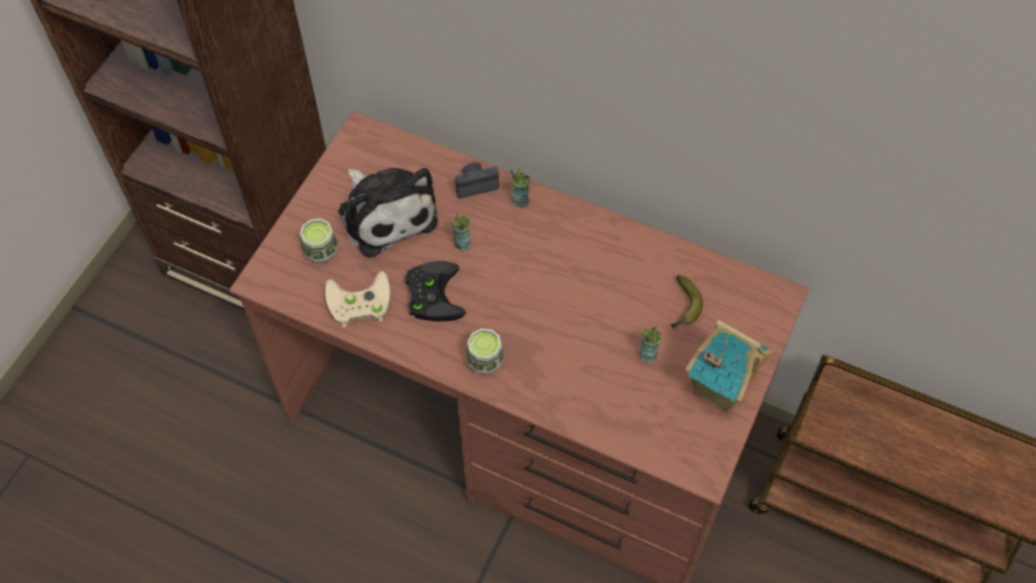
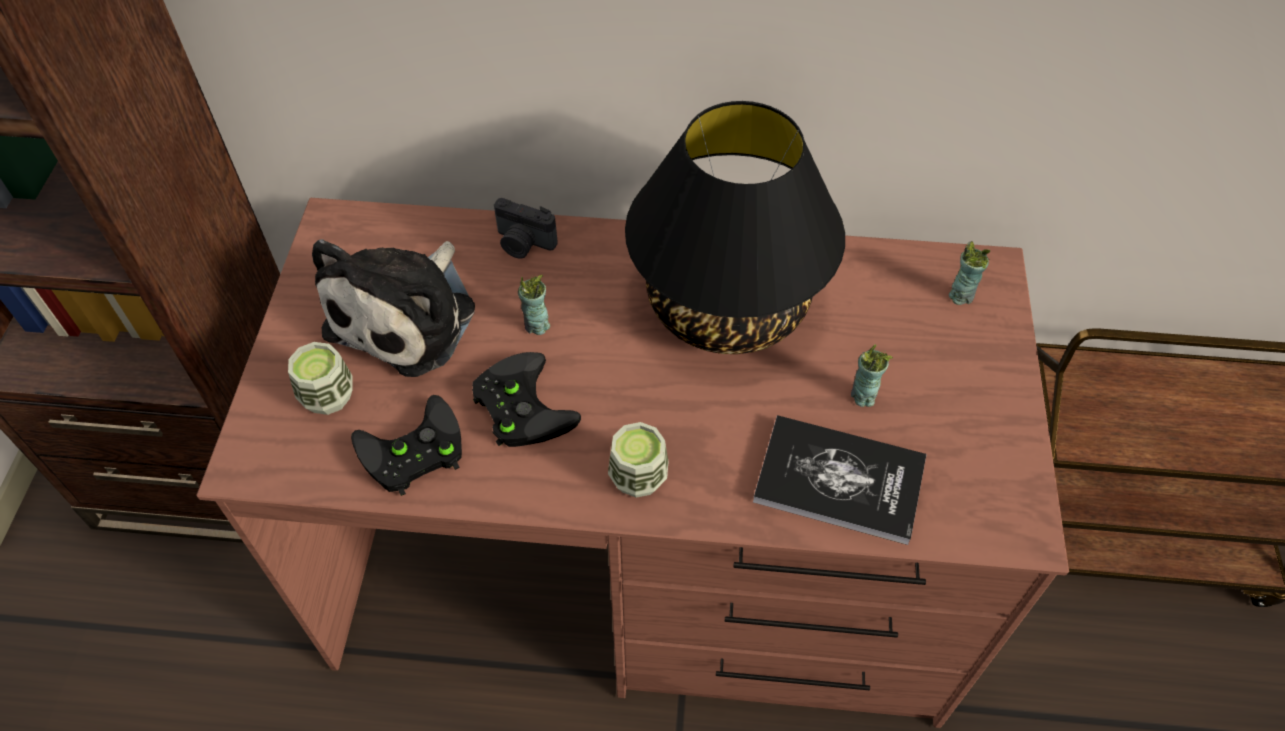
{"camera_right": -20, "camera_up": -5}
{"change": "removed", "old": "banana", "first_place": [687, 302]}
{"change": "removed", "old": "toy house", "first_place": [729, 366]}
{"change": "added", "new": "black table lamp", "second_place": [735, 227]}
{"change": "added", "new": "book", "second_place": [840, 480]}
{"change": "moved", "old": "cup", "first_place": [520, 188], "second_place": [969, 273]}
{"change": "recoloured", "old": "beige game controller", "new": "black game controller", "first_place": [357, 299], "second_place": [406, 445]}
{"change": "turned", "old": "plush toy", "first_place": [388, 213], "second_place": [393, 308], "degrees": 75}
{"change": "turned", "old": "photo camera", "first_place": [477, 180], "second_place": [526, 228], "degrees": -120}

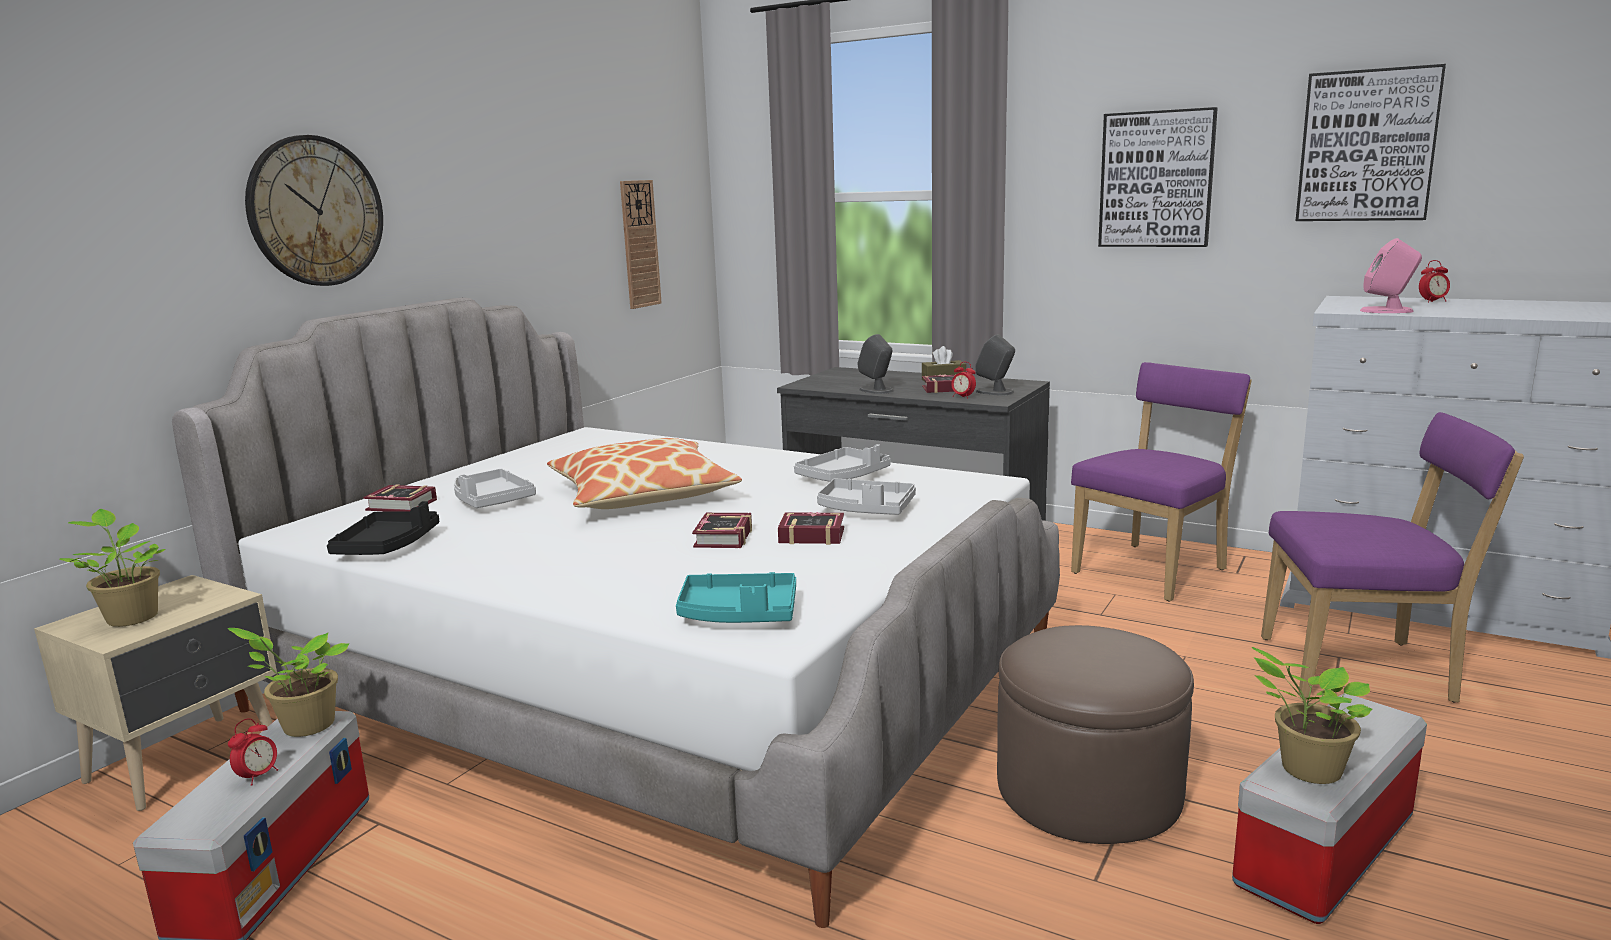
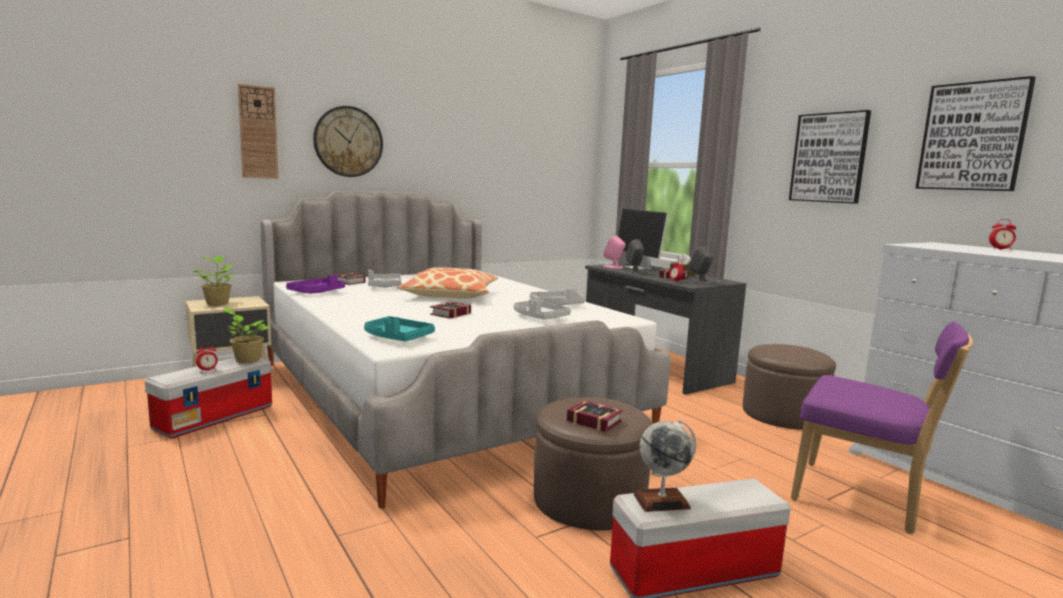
{"camera_right": 25, "camera_up": -5}
{"change": "added", "new": "monitor", "second_place": [643, 239]}
{"change": "moved", "old": "wall clock", "first_place": [641, 244], "second_place": [258, 131]}
{"change": "moved", "old": "book", "first_place": [811, 528], "second_place": [595, 416]}
{"change": "moved", "old": "pink speaker", "first_place": [1391, 275], "second_place": [614, 252]}
{"change": "replaced", "old": "purple chair", "new": "brown ottoman", "first_place": [1161, 482], "second_place": [789, 387]}
{"change": "replaced", "old": "potted plant", "new": "globe", "first_place": [1311, 715], "second_place": [665, 465]}
{"change": "recoloured", "old": "black tray", "new": "purple tray", "first_place": [383, 528], "second_place": [315, 283]}

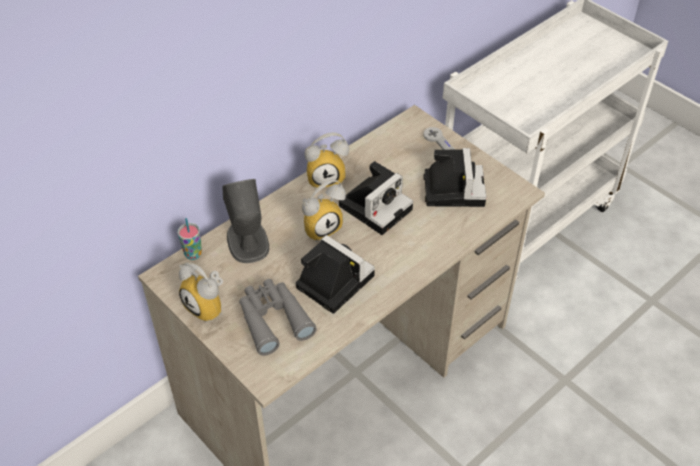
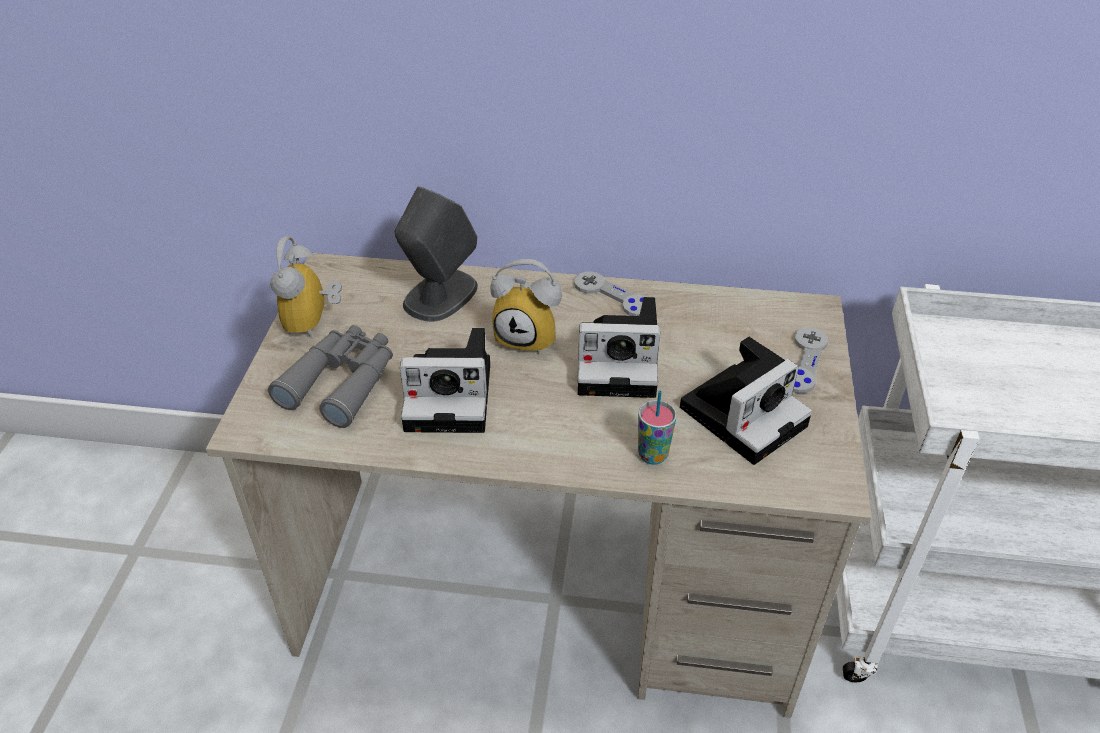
{"camera_right": 50, "camera_up": -5}
{"change": "moved", "old": "cup", "first_place": [190, 239], "second_place": [657, 427]}
{"change": "replaced", "old": "alarm clock", "new": "grey game controller", "first_place": [327, 160], "second_place": [611, 294]}
{"change": "turned", "old": "photo camera", "first_place": [335, 274], "second_place": [445, 380], "degrees": 90}

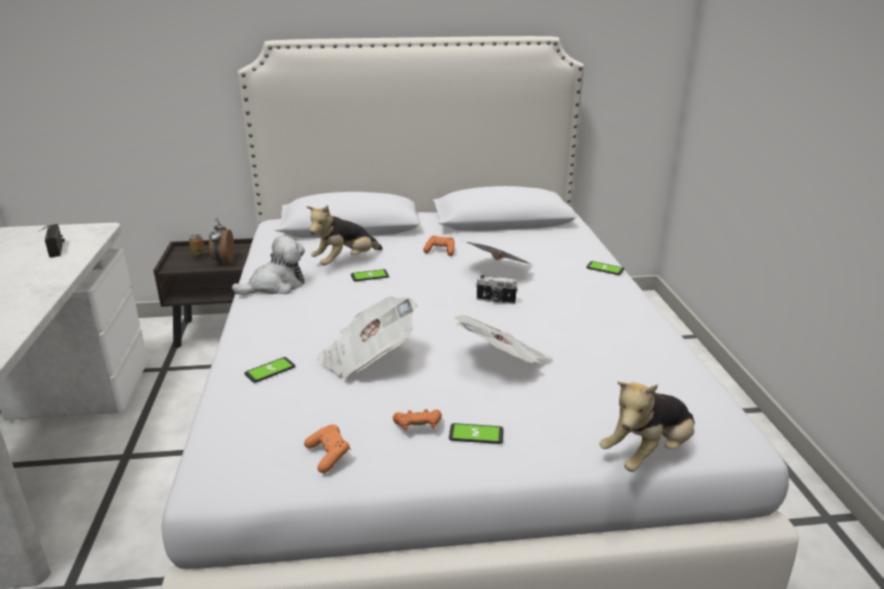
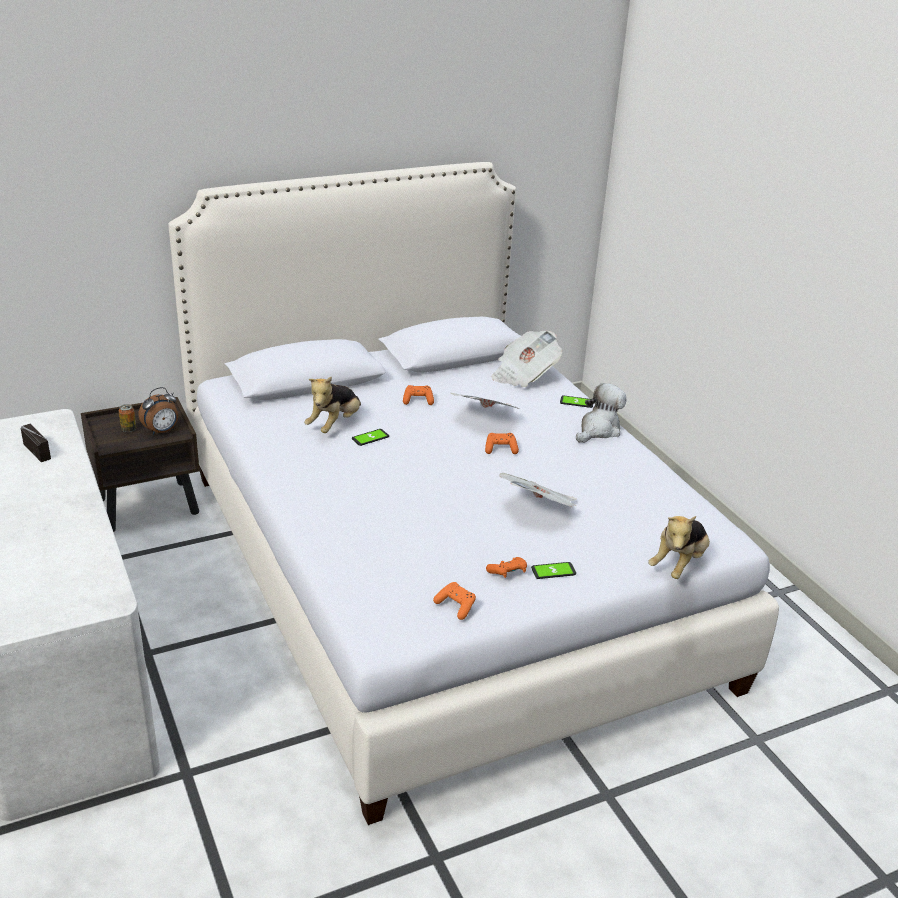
{"camera_right": -20, "camera_up": 5}
{"change": "removed", "old": "phone", "first_place": [269, 370]}
{"change": "moved", "old": "plush toy", "first_place": [268, 265], "second_place": [601, 413]}
{"change": "moved", "old": "newspaper", "first_place": [367, 337], "second_place": [526, 359]}
{"change": "replaced", "old": "photo camera", "new": "orange game controller", "first_place": [497, 289], "second_place": [502, 443]}
{"change": "turned", "old": "alarm clock", "first_place": [221, 242], "second_place": [158, 411], "degrees": -105}

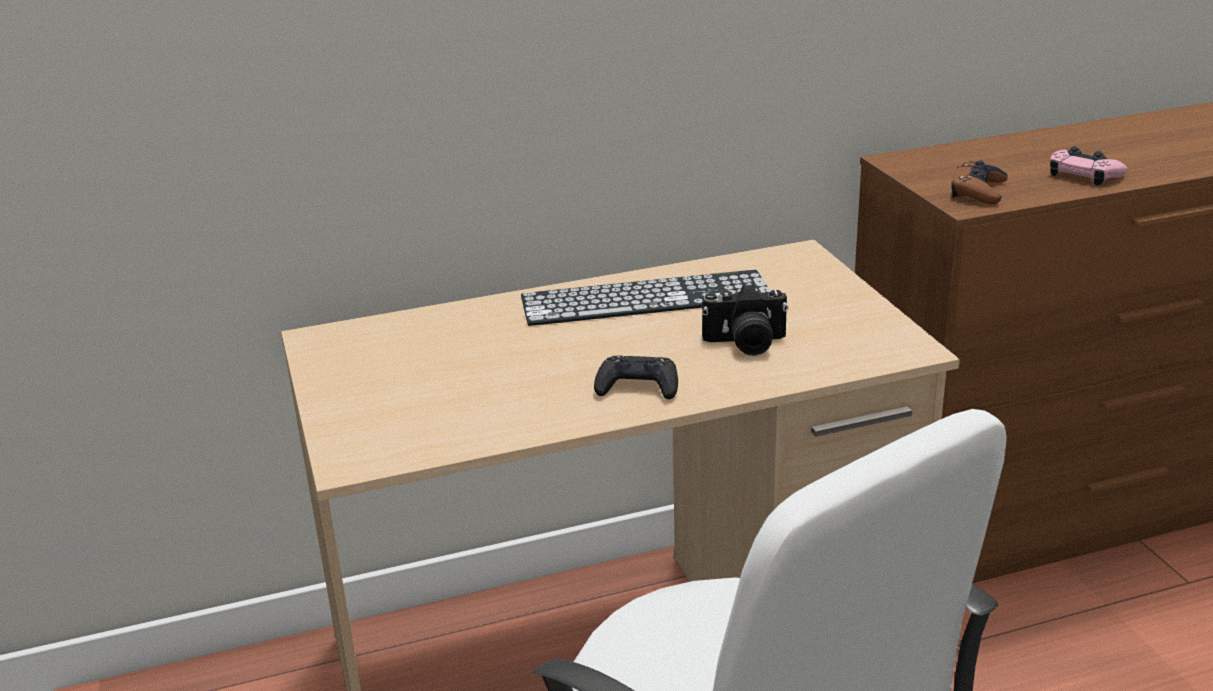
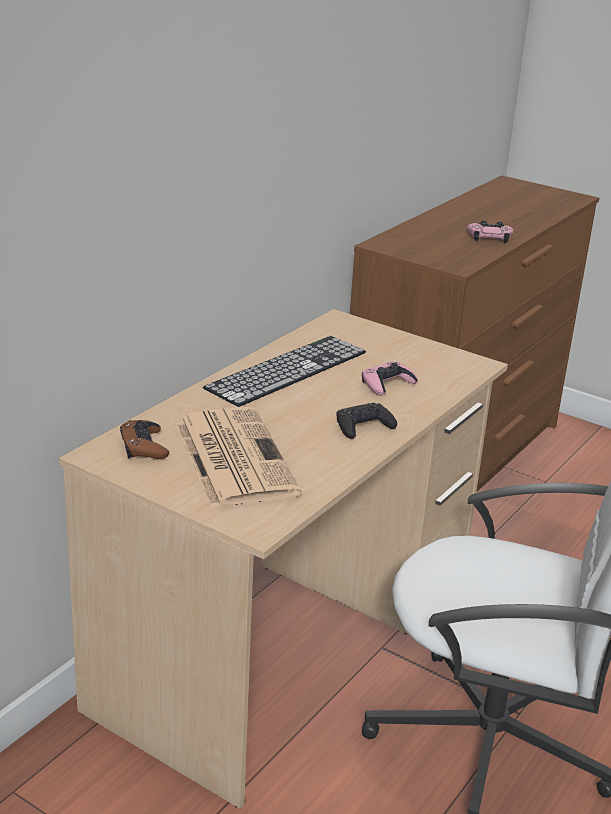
{"camera_right": -40, "camera_up": 0}
{"change": "added", "new": "newspaper", "second_place": [238, 458]}
{"change": "moved", "old": "brown game controller", "first_place": [979, 182], "second_place": [144, 439]}
{"change": "replaced", "old": "photo camera", "new": "pink game controller", "first_place": [745, 319], "second_place": [390, 378]}

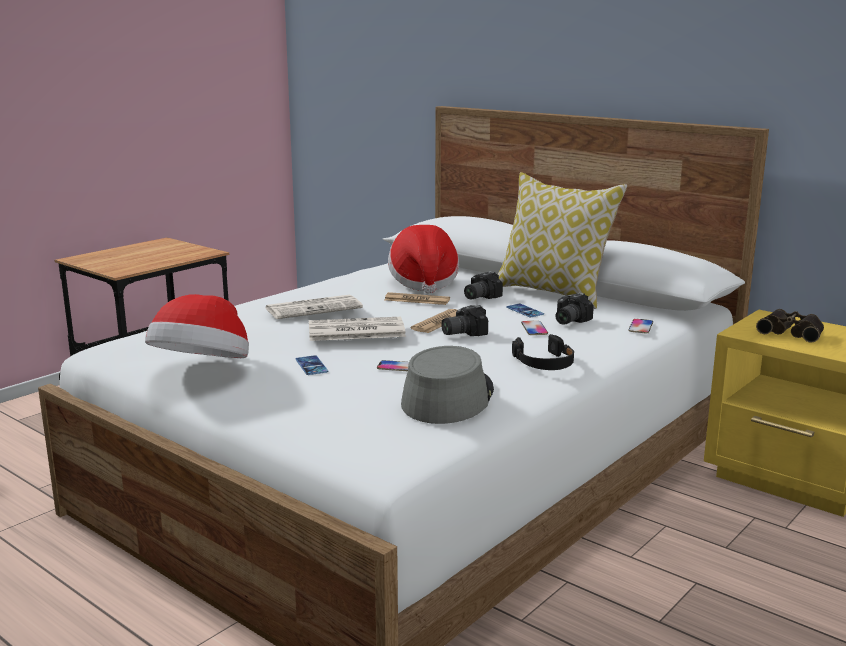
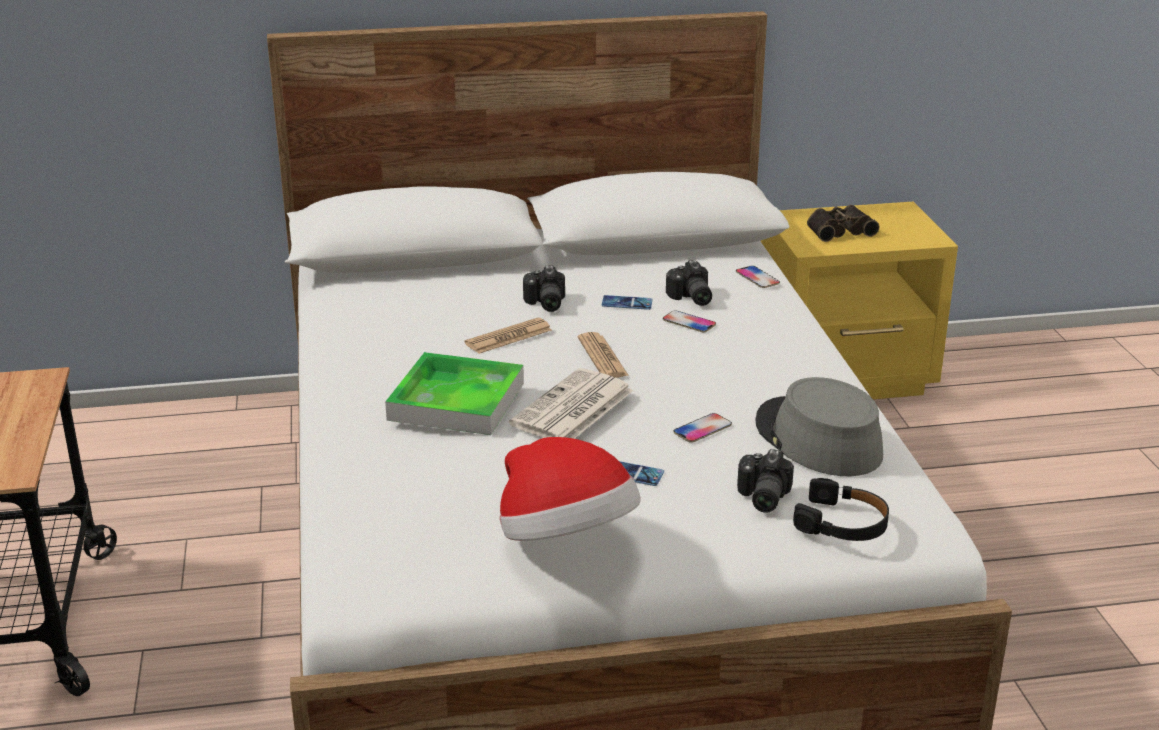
{"camera_right": -50, "camera_up": 10}
{"change": "removed", "old": "hat", "first_place": [423, 259]}
{"change": "removed", "old": "pillow", "first_place": [562, 240]}
{"change": "moved", "old": "photo camera", "first_place": [464, 320], "second_place": [765, 481]}
{"change": "moved", "old": "black headphones", "first_place": [543, 352], "second_place": [841, 509]}
{"change": "replaced", "old": "newspaper", "new": "tray", "first_place": [314, 307], "second_place": [454, 393]}

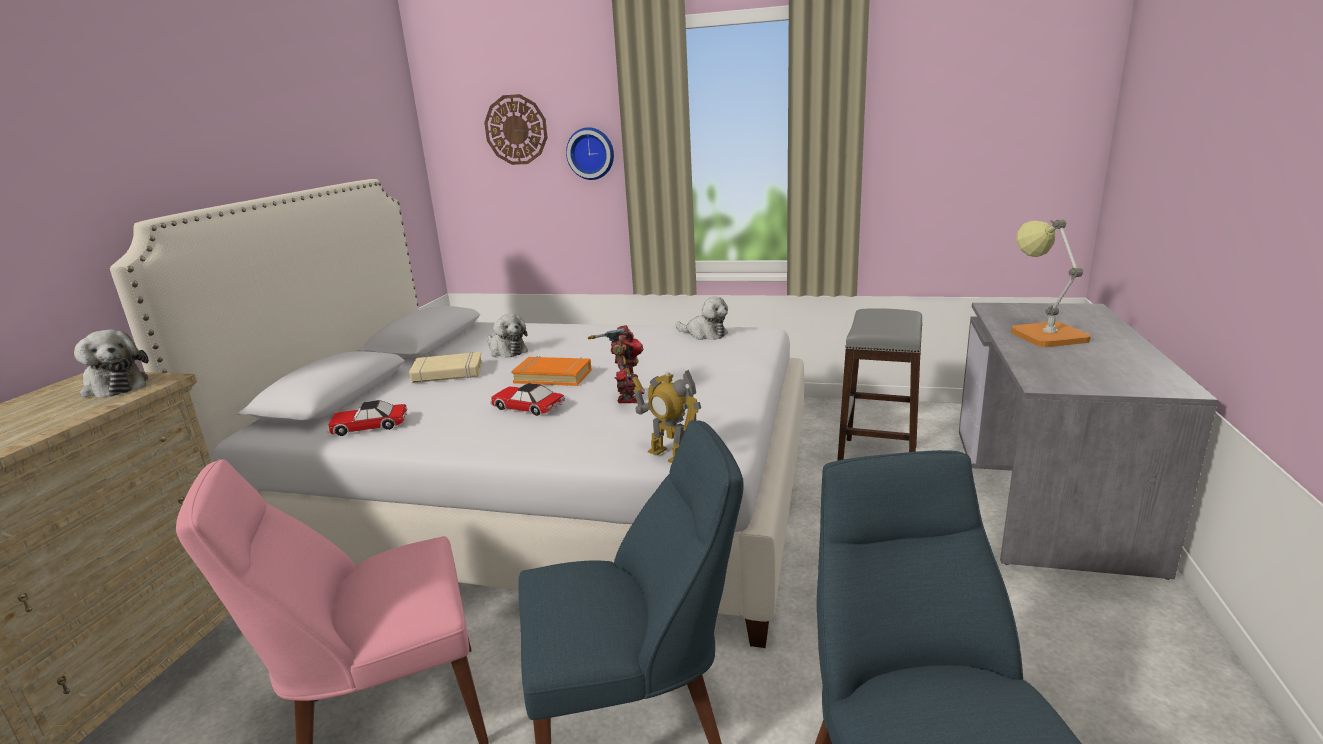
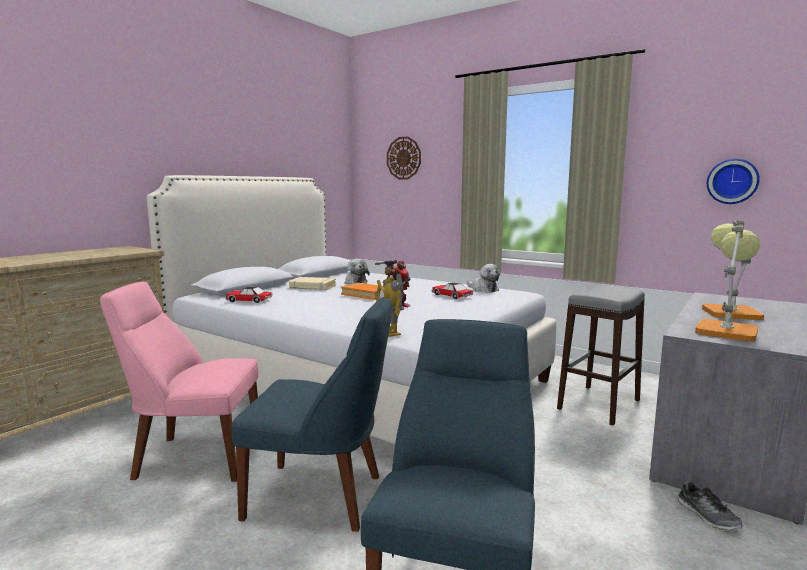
{"camera_right": 20, "camera_up": -10}
{"change": "removed", "old": "plush toy", "first_place": [111, 363]}
{"change": "added", "new": "shoe", "second_place": [709, 506]}
{"change": "added", "new": "table lamp", "second_place": [727, 283]}
{"change": "moved", "old": "toy car", "first_place": [527, 399], "second_place": [452, 291]}
{"change": "moved", "old": "wall clock", "first_place": [590, 153], "second_place": [733, 181]}

